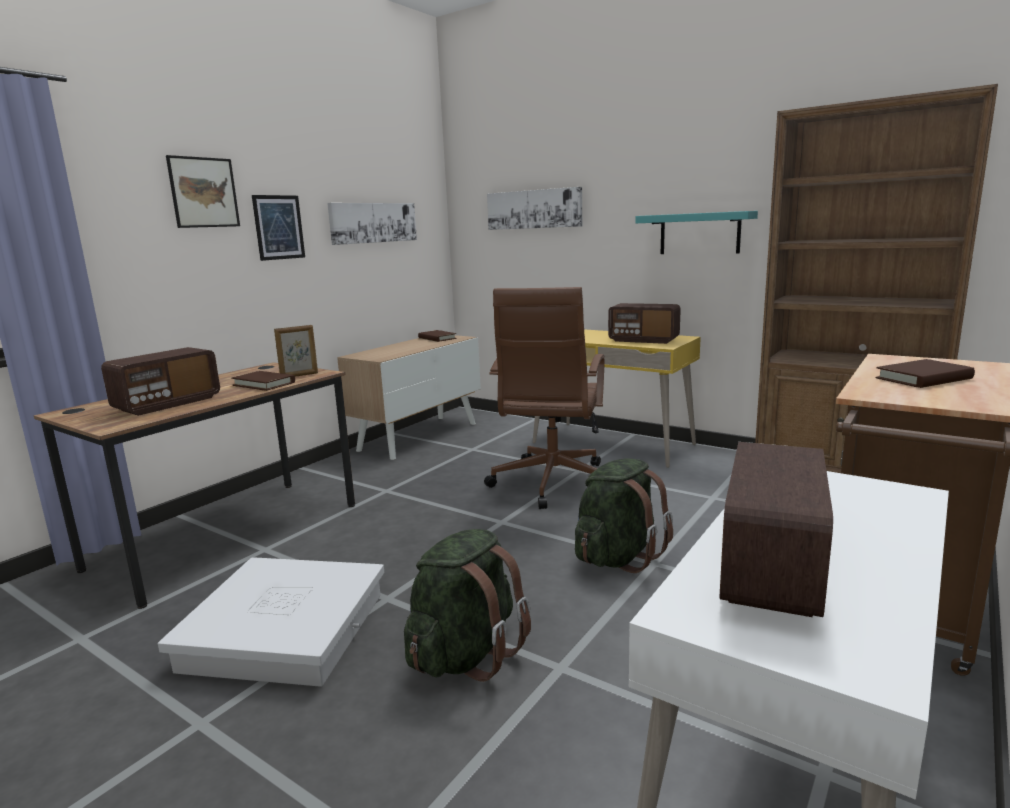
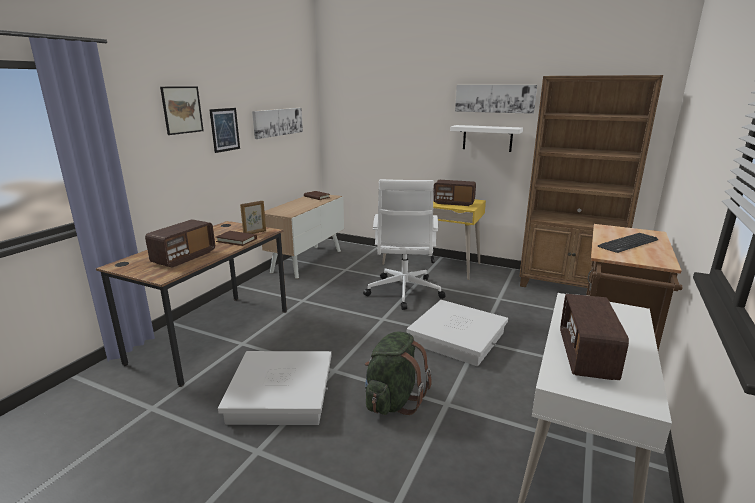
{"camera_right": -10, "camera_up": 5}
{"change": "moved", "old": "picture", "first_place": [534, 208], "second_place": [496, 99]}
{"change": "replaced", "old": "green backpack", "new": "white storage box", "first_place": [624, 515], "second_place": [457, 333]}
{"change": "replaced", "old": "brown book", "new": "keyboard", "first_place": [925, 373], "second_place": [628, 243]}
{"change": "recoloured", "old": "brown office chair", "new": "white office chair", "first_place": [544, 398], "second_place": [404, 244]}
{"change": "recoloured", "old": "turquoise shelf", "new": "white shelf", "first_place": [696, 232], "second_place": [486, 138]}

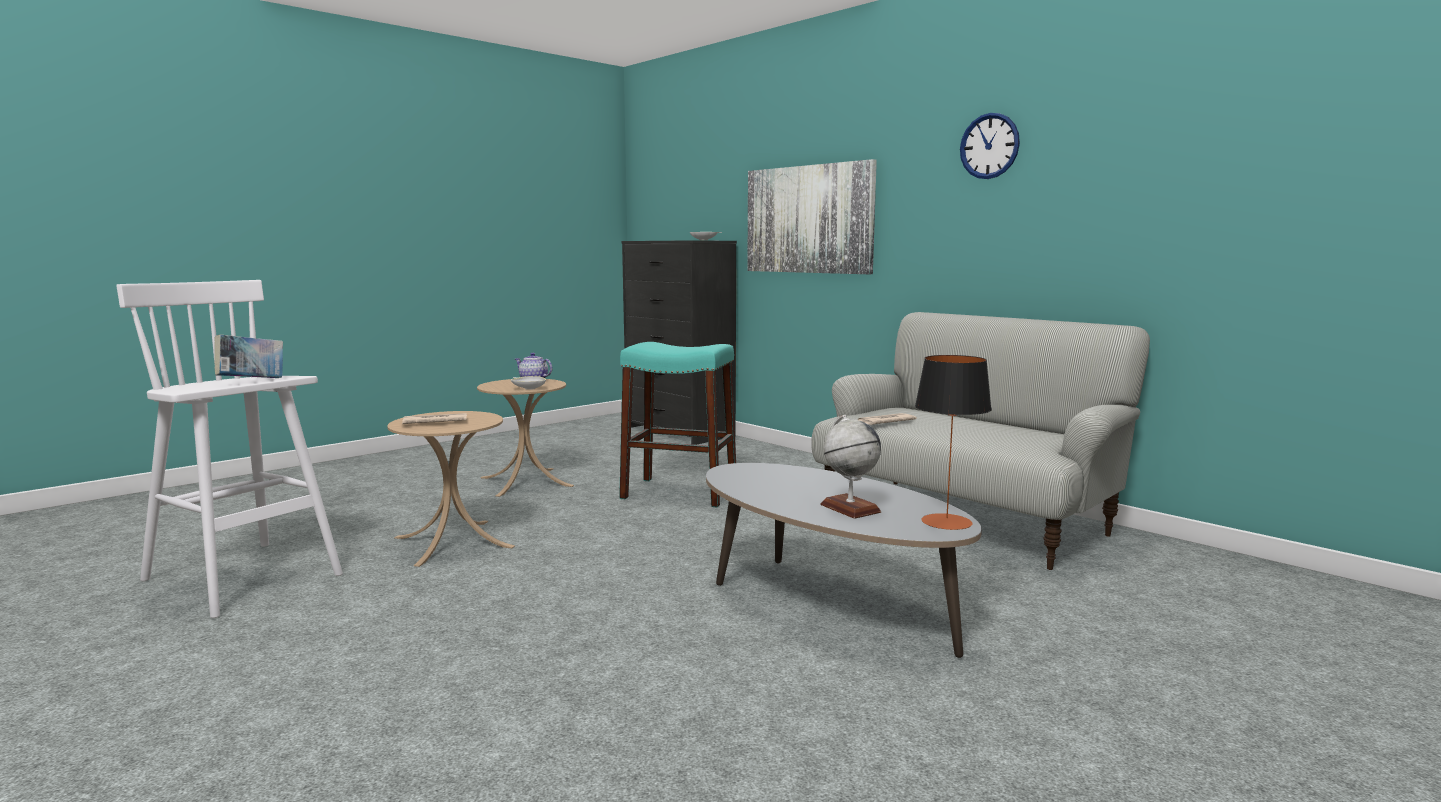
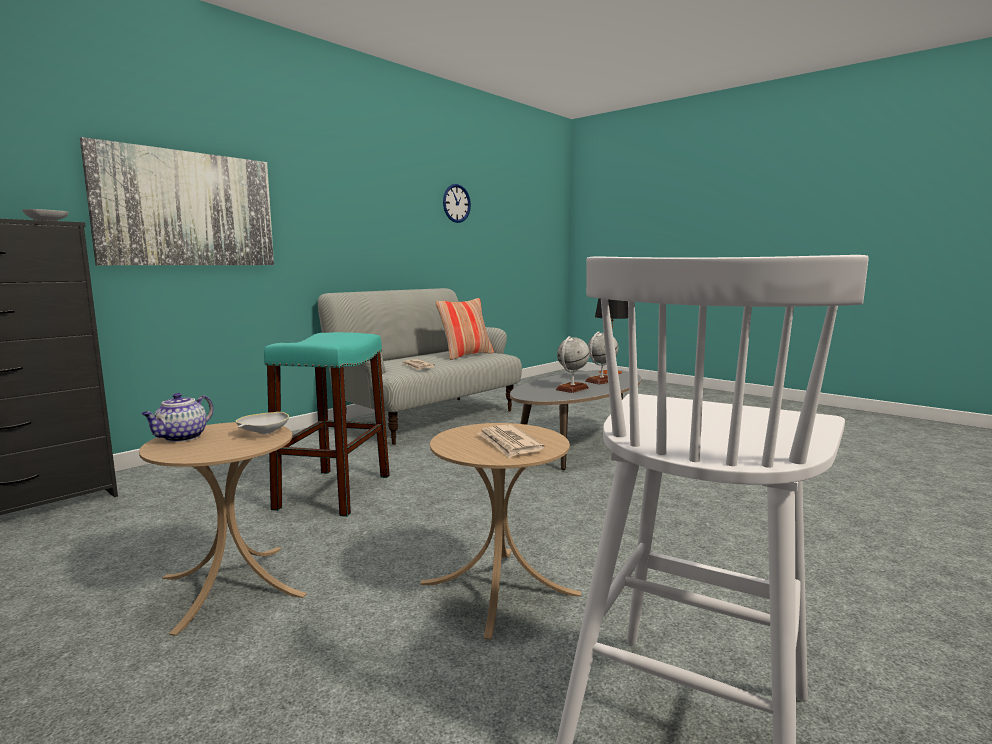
{"camera_right": -95, "camera_up": 0}
{"change": "removed", "old": "book", "first_place": [249, 356]}
{"change": "added", "new": "pillow", "second_place": [465, 329]}
{"change": "added", "new": "globe", "second_place": [572, 364]}
{"change": "moved", "old": "wall clock", "first_place": [990, 146], "second_place": [457, 203]}

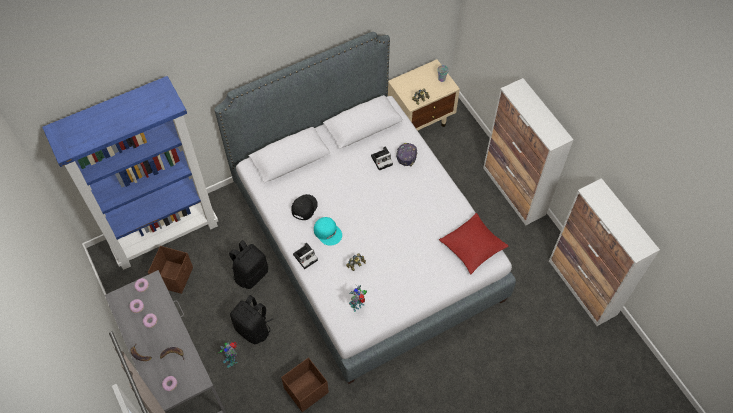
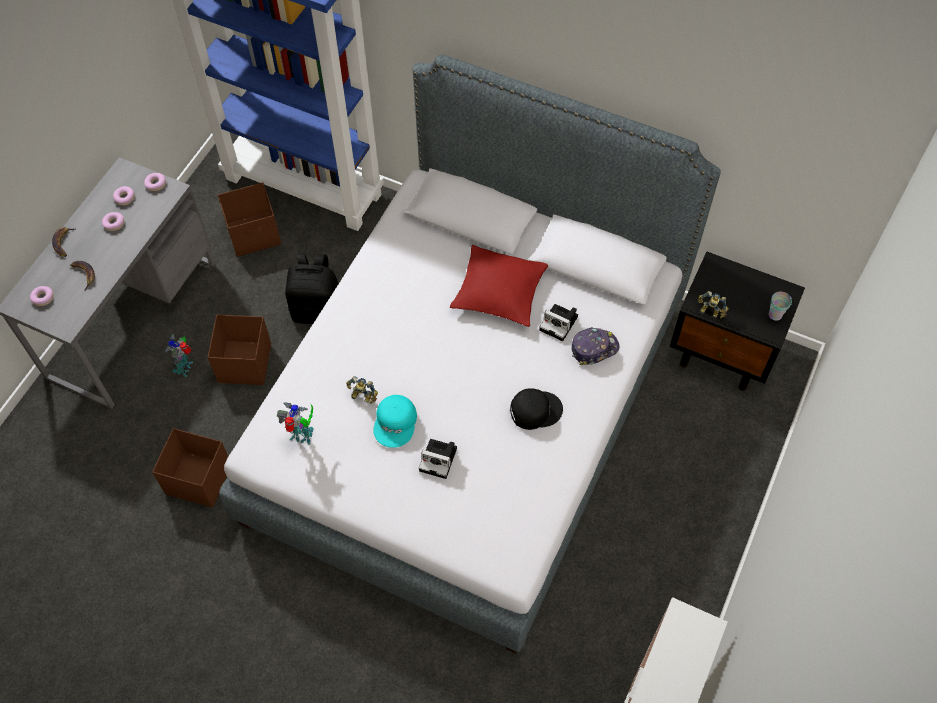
{"camera_right": 55, "camera_up": 0}
{"change": "removed", "old": "cabinet", "first_place": [528, 151]}
{"change": "moved", "old": "black cap", "first_place": [304, 207], "second_place": [536, 409]}
{"change": "moved", "old": "photo camera", "first_place": [305, 256], "second_place": [438, 459]}
{"change": "moved", "old": "turquoise cap", "first_place": [328, 231], "second_place": [395, 421]}
{"change": "moved", "old": "red pillow", "first_place": [474, 243], "second_place": [499, 286]}
{"change": "replaced", "old": "black backpack", "new": "brown storage box", "first_place": [251, 319], "second_place": [239, 349]}
{"change": "recoloured", "old": "beige nightstand", "new": "black nightstand", "first_place": [424, 95], "second_place": [737, 321]}

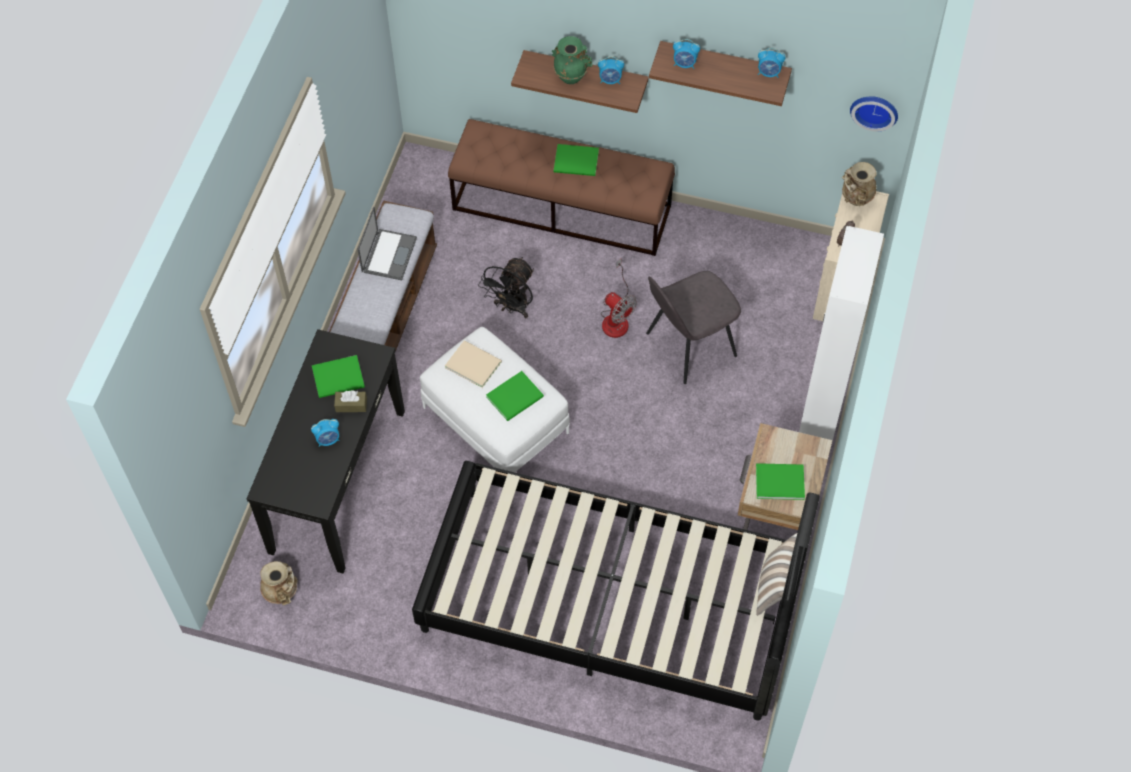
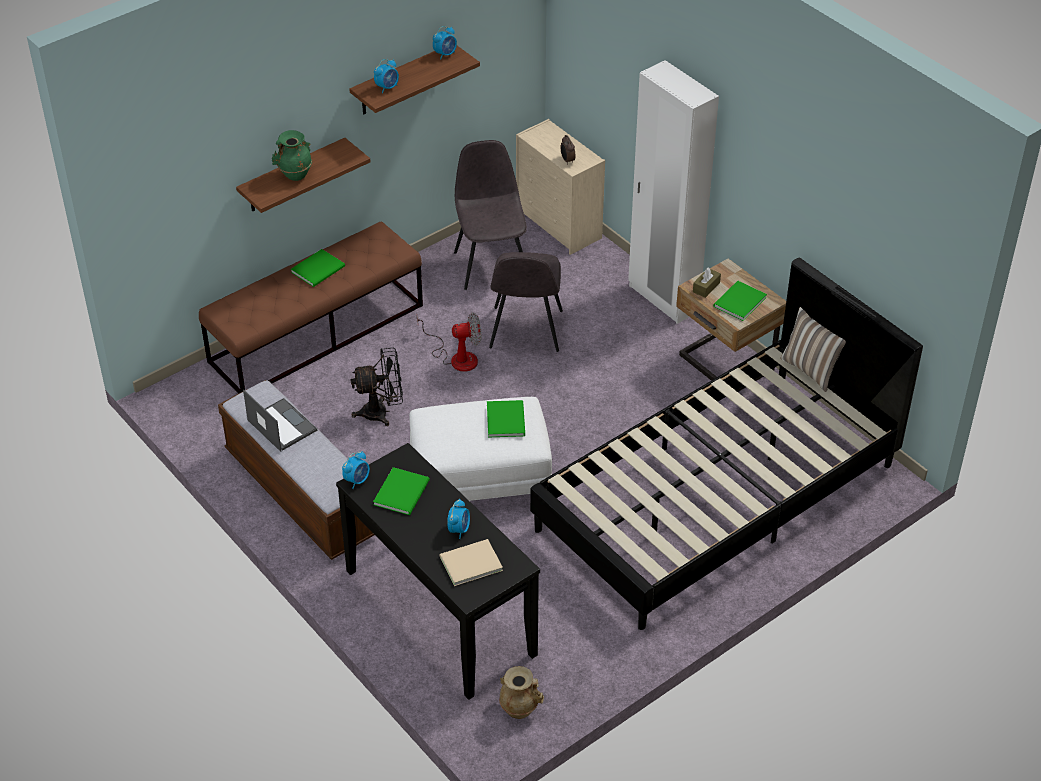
{"camera_right": -55, "camera_up": -15}
{"change": "removed", "old": "beige vase", "first_place": [859, 184]}
{"change": "removed", "old": "wall clock", "first_place": [874, 113]}
{"change": "added", "new": "grey chair", "second_place": [490, 215]}
{"change": "moved", "old": "brown tissue box", "first_place": [350, 401], "second_place": [707, 282]}
{"change": "moved", "old": "beige book", "first_place": [473, 364], "second_place": [471, 562]}
{"change": "moved", "old": "alarm clock", "first_place": [611, 70], "second_place": [356, 470]}
{"change": "turned", "old": "black fan", "first_place": [506, 287], "second_place": [376, 387], "degrees": -75}

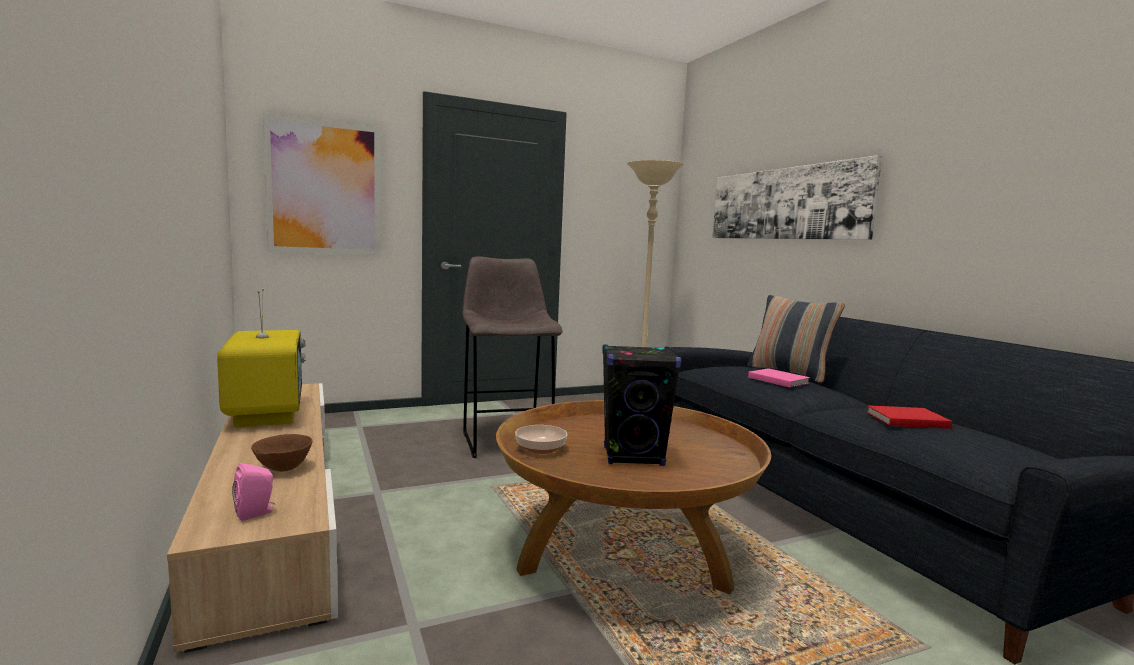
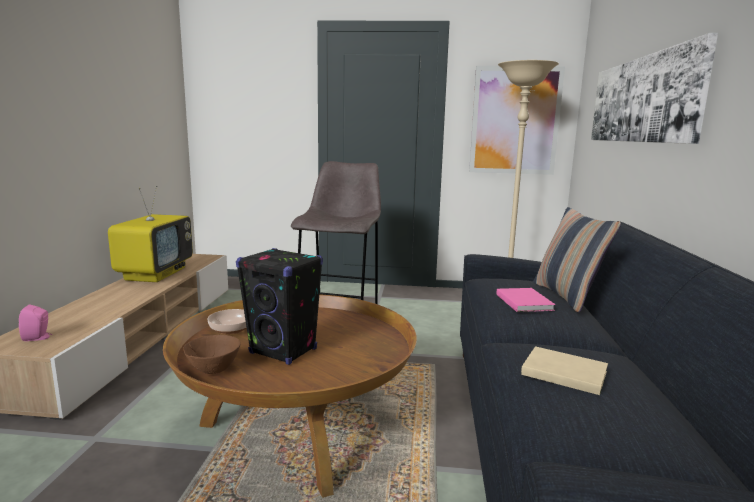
{"camera_right": 30, "camera_up": 5}
{"change": "moved", "old": "brown bowl", "first_place": [282, 453], "second_place": [211, 354]}
{"change": "moved", "old": "picture", "first_place": [322, 184], "second_place": [517, 120]}
{"change": "recoloured", "old": "red book", "new": "beige book", "first_place": [909, 417], "second_place": [564, 370]}

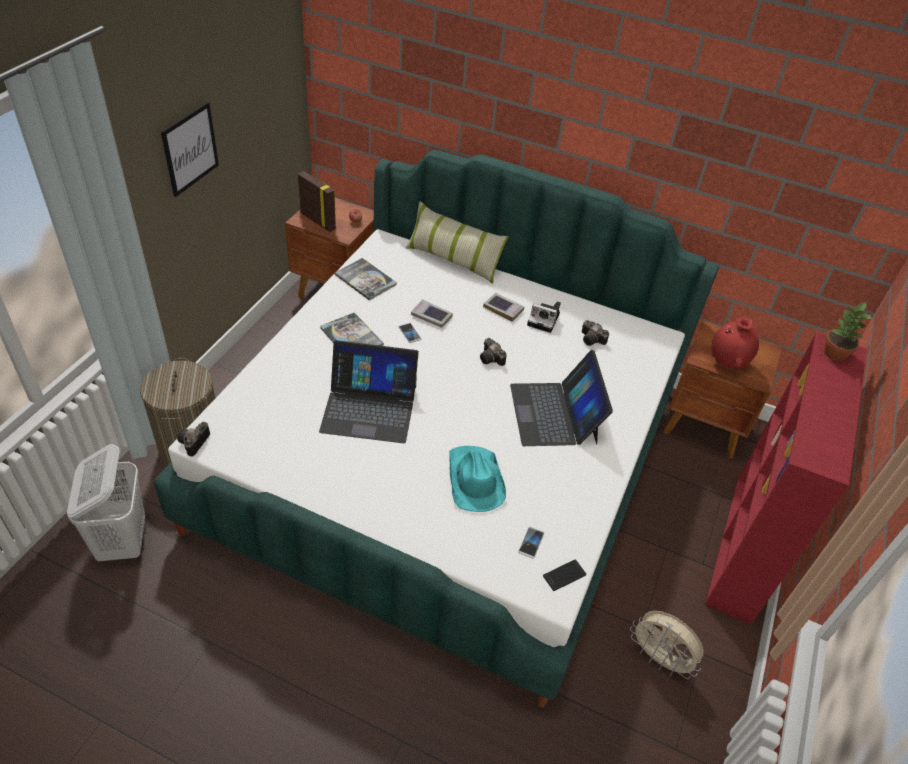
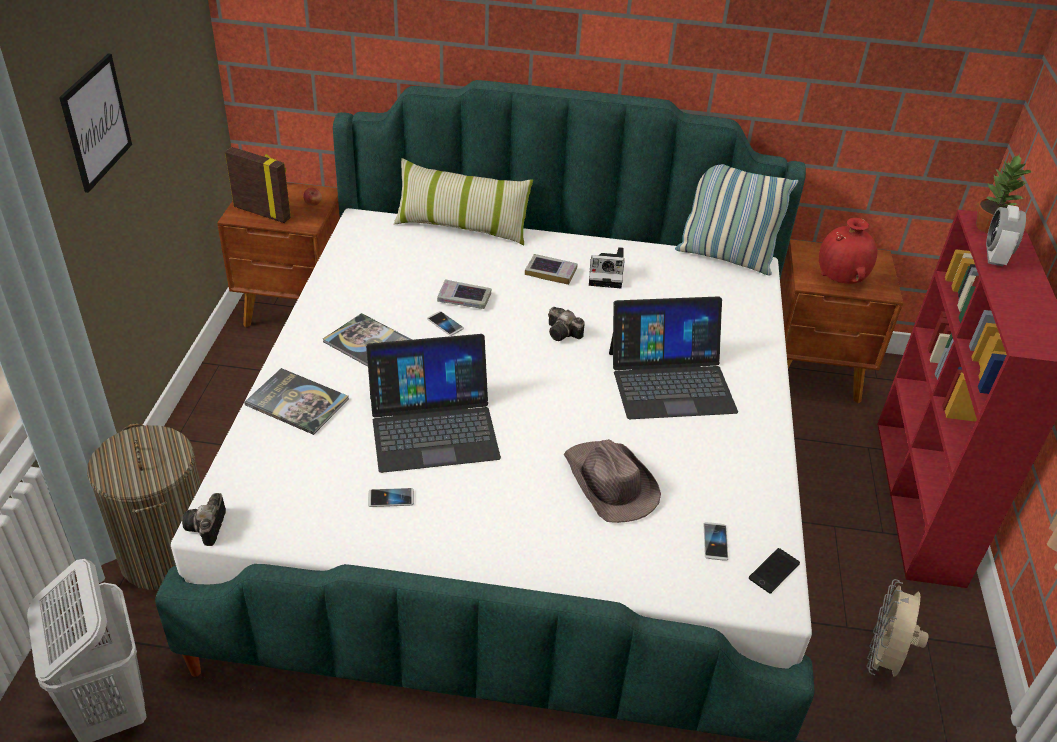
{"camera_right": -15, "camera_up": -5}
{"change": "removed", "old": "photo camera", "first_place": [595, 333]}
{"change": "added", "new": "phone", "second_place": [391, 497]}
{"change": "added", "new": "pillow", "second_place": [736, 220]}
{"change": "added", "new": "alarm clock", "second_place": [1006, 235]}
{"change": "moved", "old": "book", "first_place": [366, 279], "second_place": [296, 401]}
{"change": "recoloured", "old": "turquoise hat", "new": "brown hat", "first_place": [477, 479], "second_place": [612, 481]}
{"change": "turned", "old": "laptop", "first_place": [561, 398], "second_place": [673, 358], "degrees": -75}
{"change": "turned", "old": "beige fan", "first_place": [667, 645], "second_place": [897, 628], "degrees": 90}

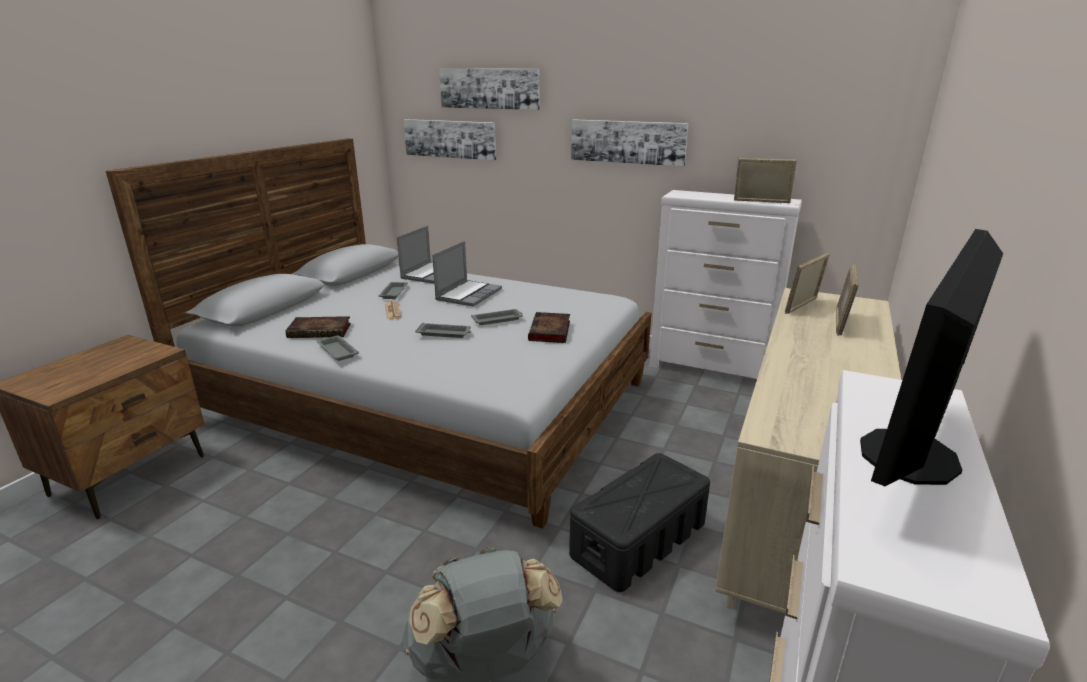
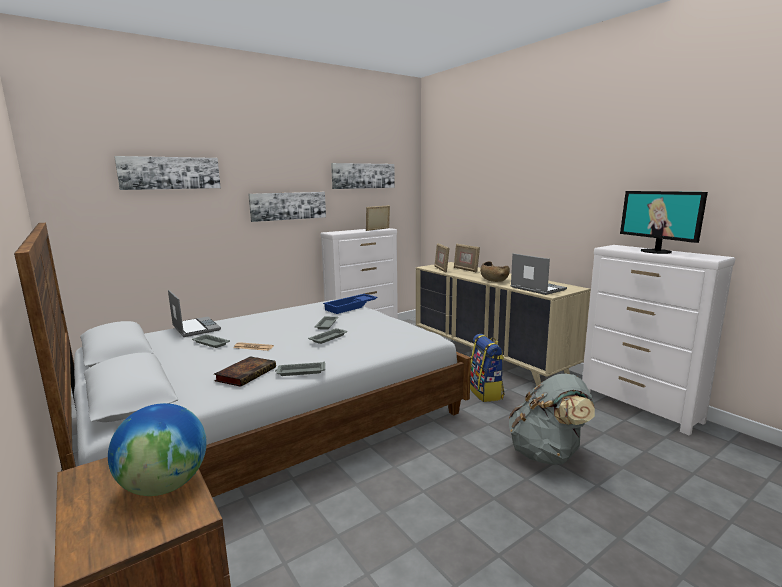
{"camera_right": -60, "camera_up": -10}
{"change": "removed", "old": "book", "first_place": [549, 327]}
{"change": "added", "new": "globe", "second_place": [157, 449]}
{"change": "added", "new": "blue tray", "second_place": [350, 304]}
{"change": "added", "new": "brown bowl", "second_place": [495, 271]}
{"change": "moved", "old": "picture", "first_place": [449, 139], "second_place": [363, 176]}
{"change": "moved", "old": "laptop", "first_place": [467, 274], "second_place": [539, 274]}
{"change": "replaced", "old": "black storage box", "new": "backpack", "first_place": [639, 522], "second_place": [487, 368]}

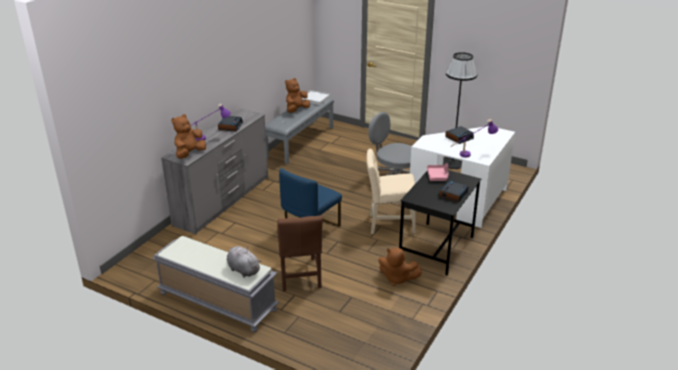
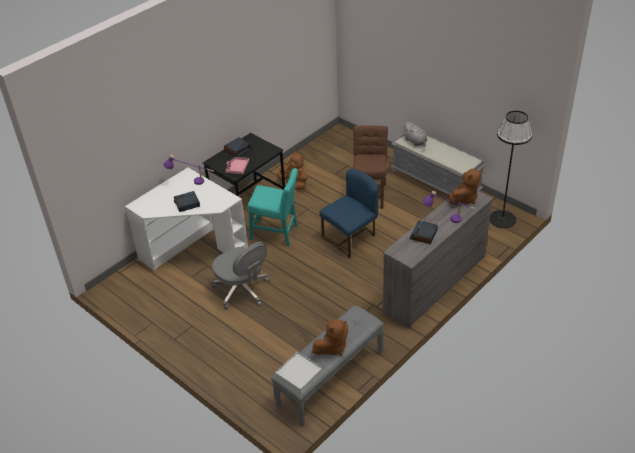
{"camera_right": -165, "camera_up": 10}
{"change": "moved", "old": "black floor lamp", "first_place": [460, 110], "second_place": [511, 169]}
{"change": "recoloured", "old": "beige chair", "new": "turquoise chair", "first_place": [391, 191], "second_place": [273, 207]}

